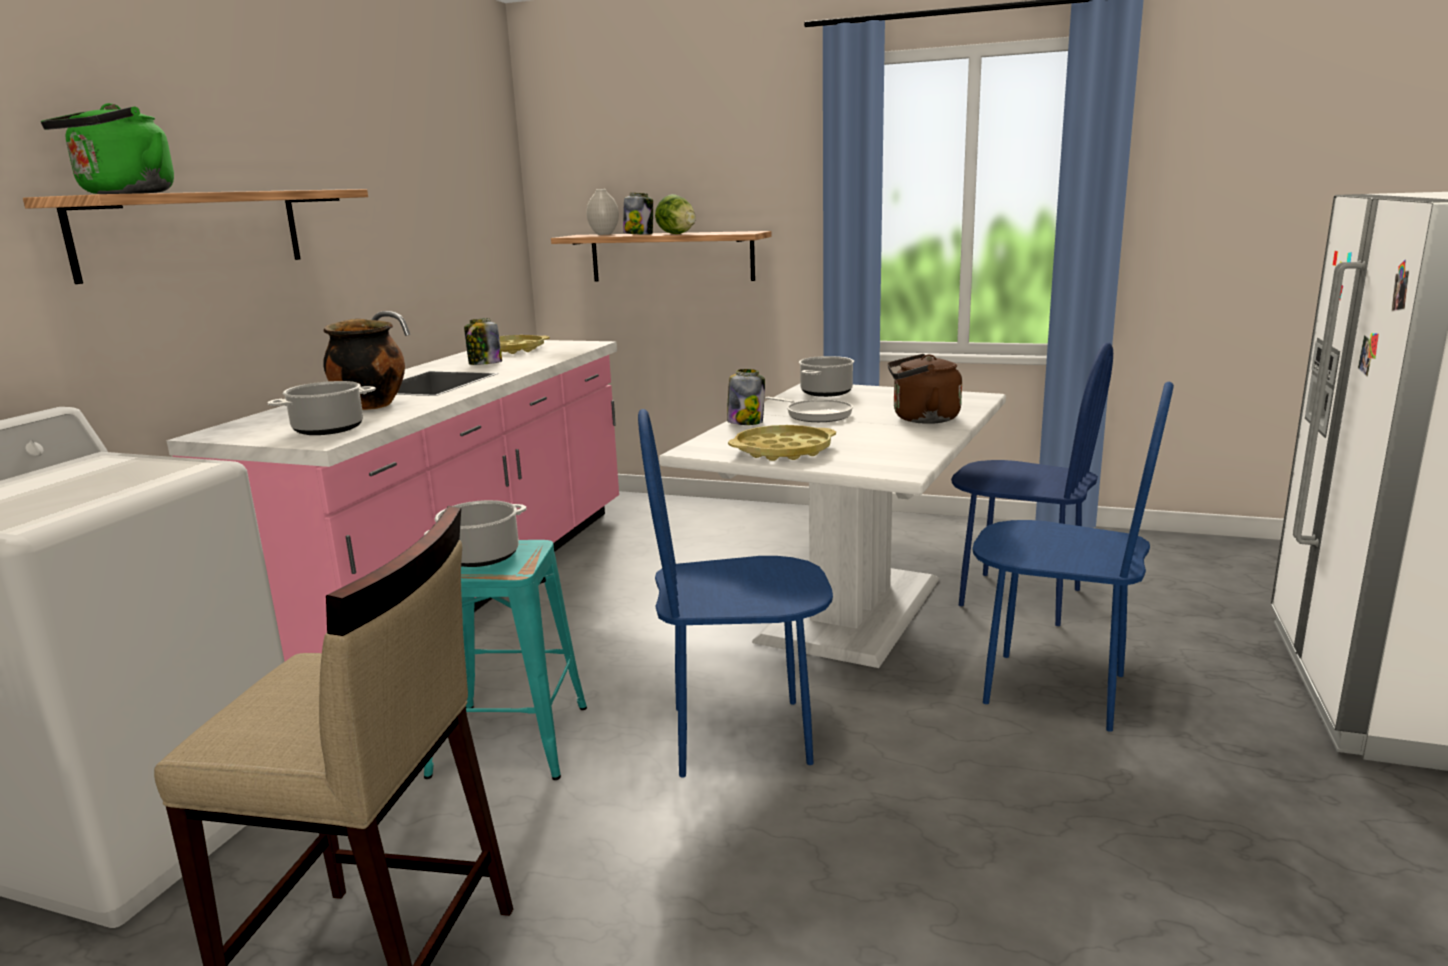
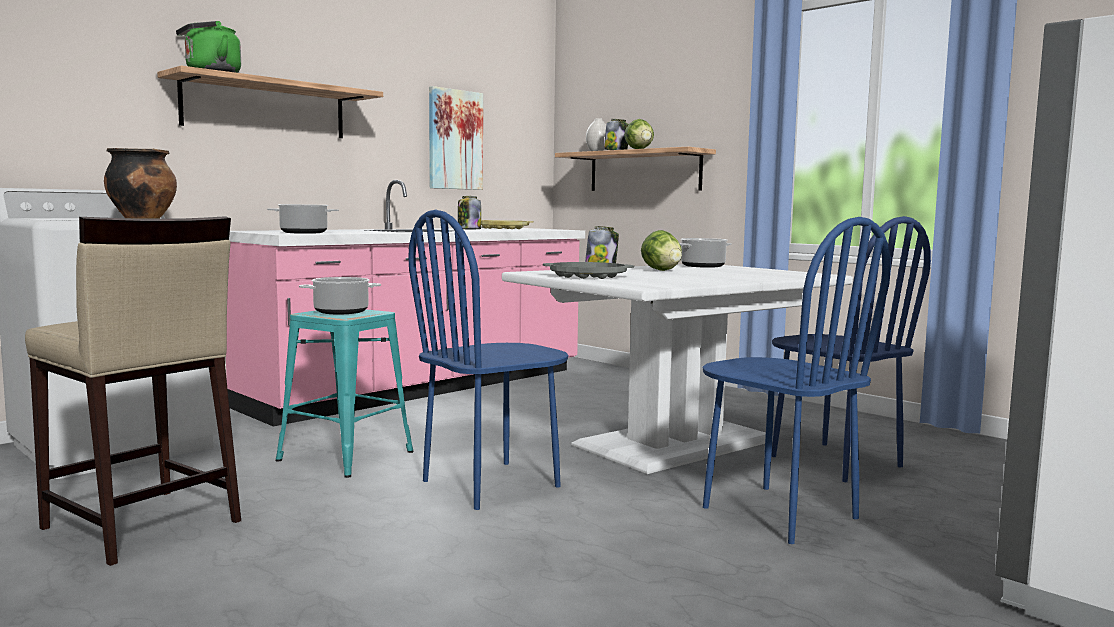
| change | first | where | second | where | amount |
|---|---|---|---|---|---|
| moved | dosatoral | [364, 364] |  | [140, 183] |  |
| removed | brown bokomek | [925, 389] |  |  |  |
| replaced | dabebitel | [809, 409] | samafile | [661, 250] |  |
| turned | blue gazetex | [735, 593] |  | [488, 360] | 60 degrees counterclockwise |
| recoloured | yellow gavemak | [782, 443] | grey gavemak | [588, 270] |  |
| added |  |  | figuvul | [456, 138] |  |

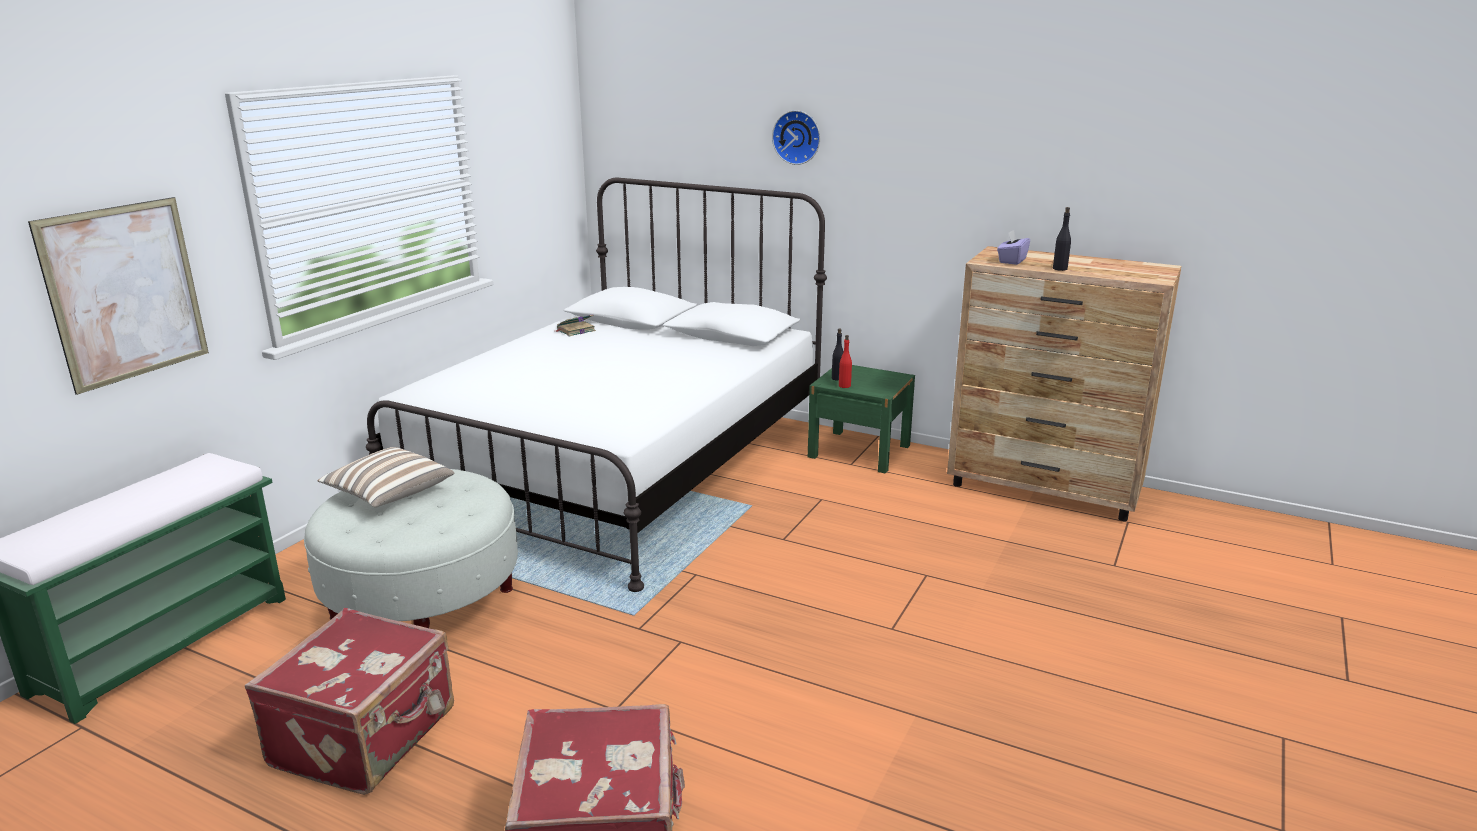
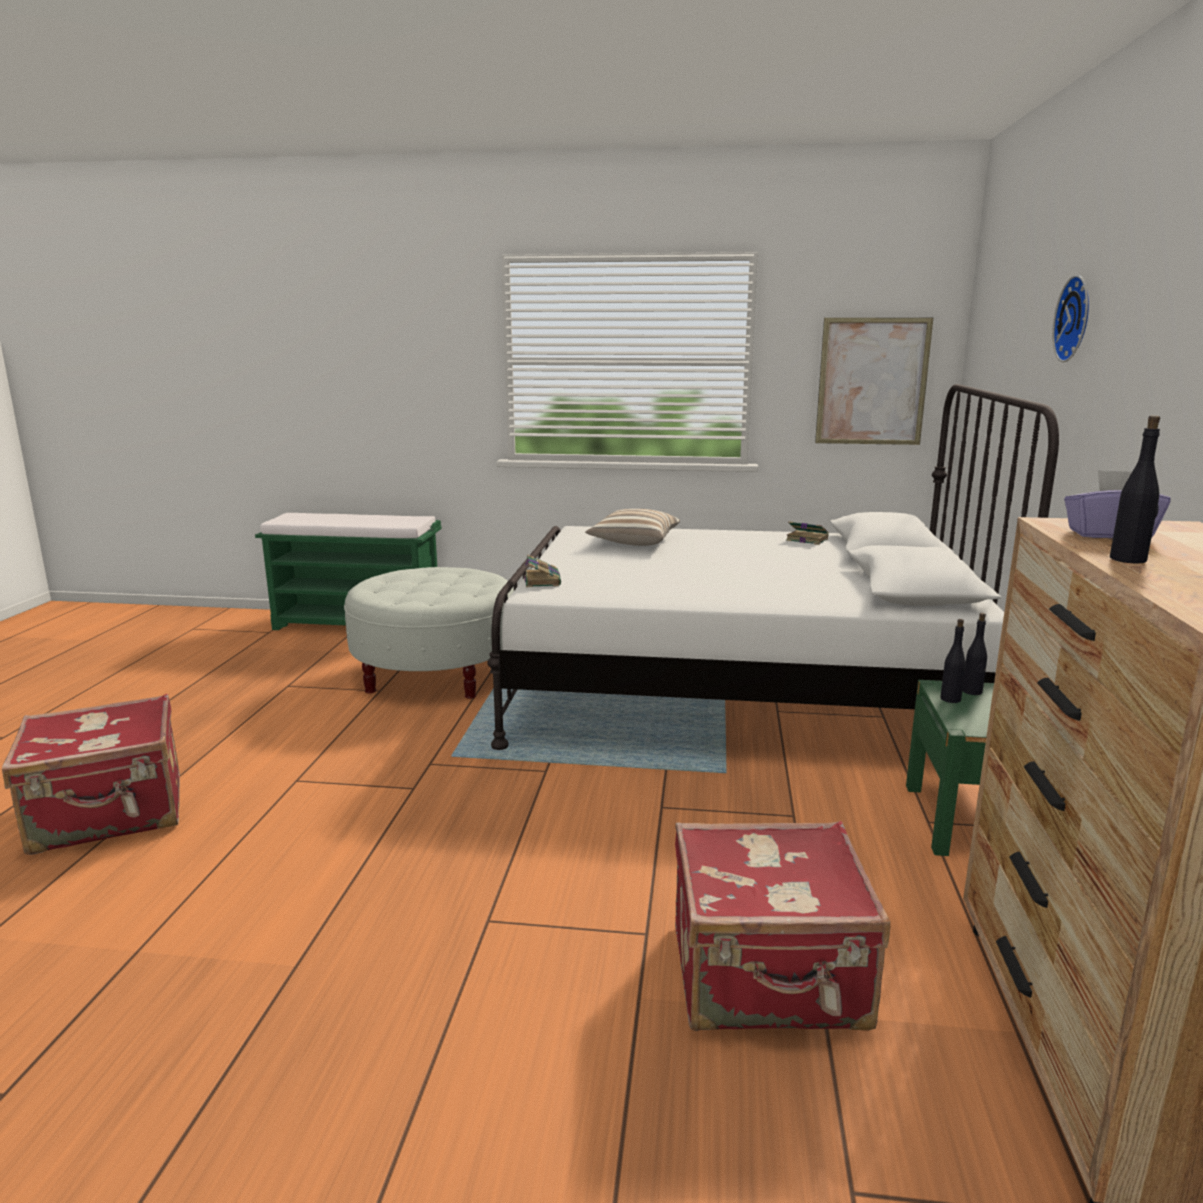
| change | first | where | second | where | amount |
|---|---|---|---|---|---|
| moved | figuvul | [118, 296] |  | [874, 381] |  |
| recoloured | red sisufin | [845, 361] | black sisufin | [953, 661] |  |
| moved | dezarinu | [385, 477] |  | [632, 527] |  |
| moved | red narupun | [349, 701] |  | [782, 926] |  |
| added |  |  | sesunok | [542, 571] |  |

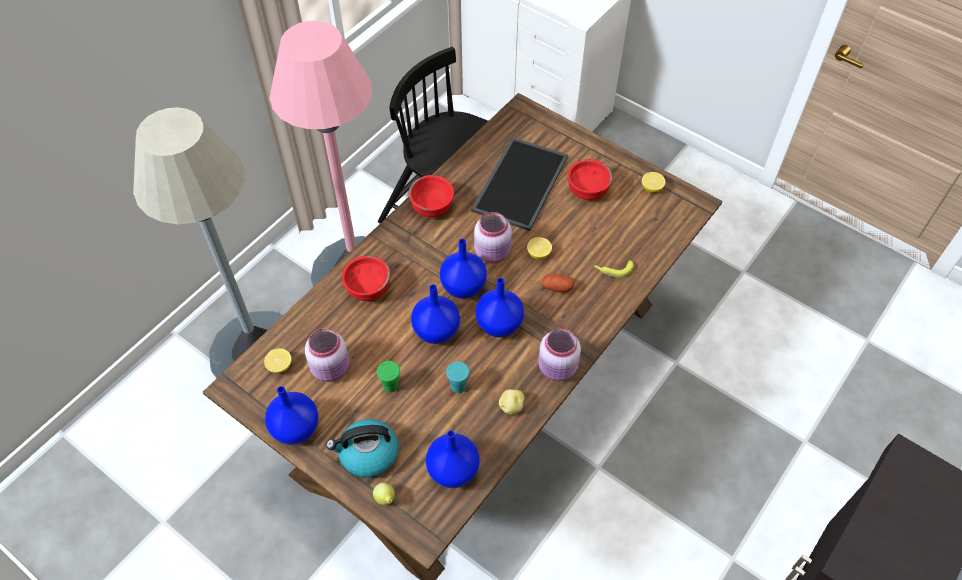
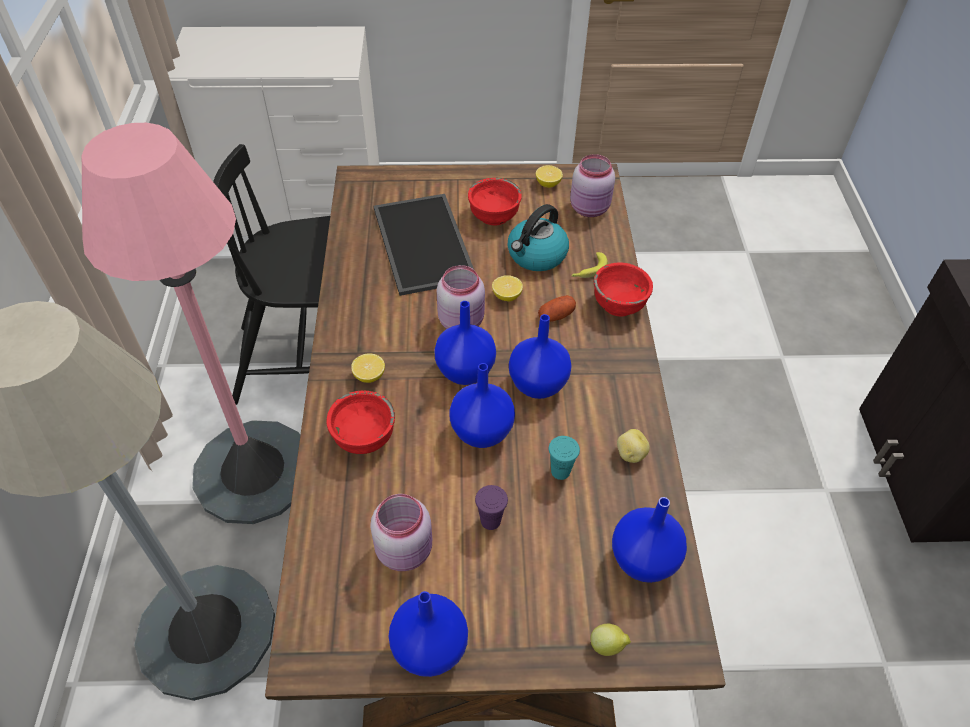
| change | first | where | second | where | amount |
|---|---|---|---|---|---|
| moved | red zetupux | [431, 196] |  | [623, 289] |  |
| moved | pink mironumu | [559, 355] |  | [592, 185] |  |
| moved | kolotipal | [278, 360] |  | [368, 368] |  |
| recoloured | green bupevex | [388, 377] | purple bupevex | [491, 507] |  |
| moved | bokomek | [362, 448] |  | [538, 237] |  |

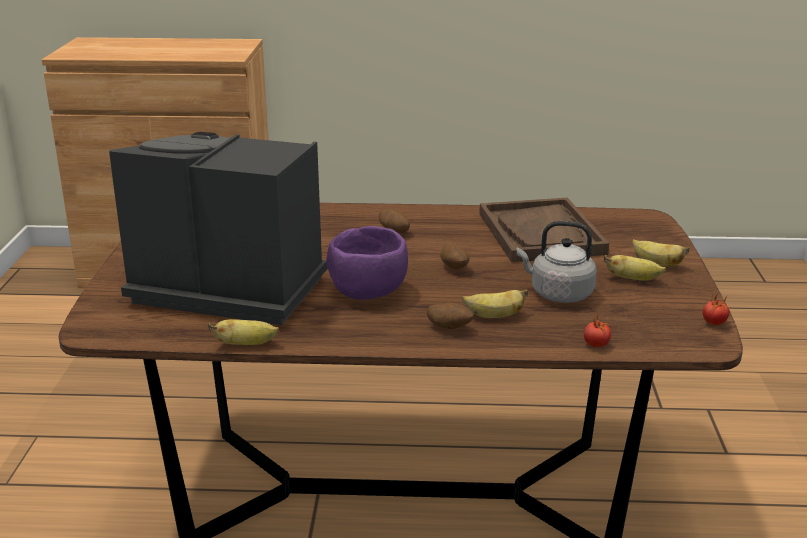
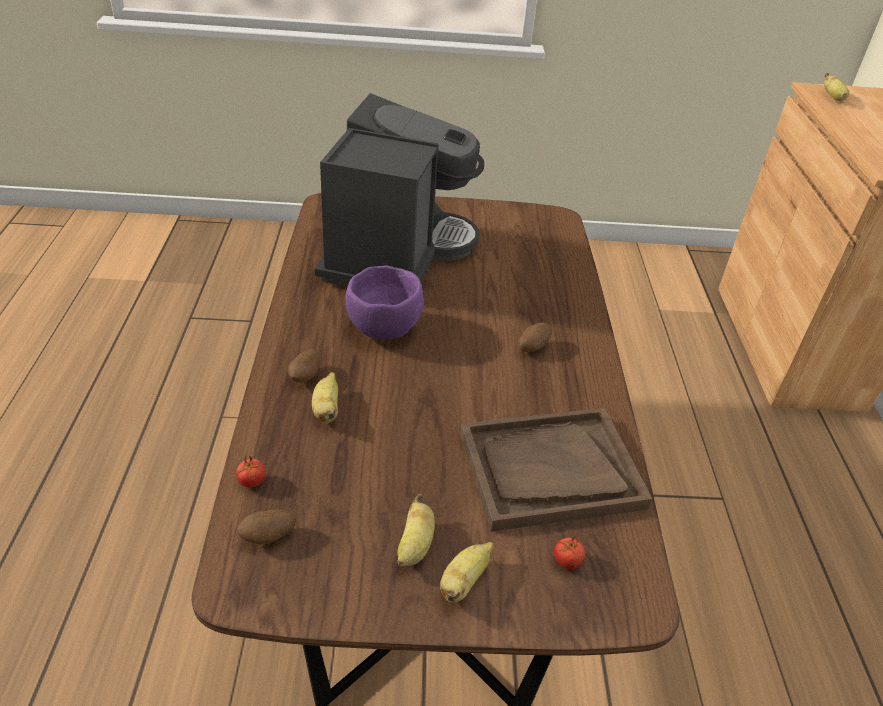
| change | first | where | second | where | amount |
|---|---|---|---|---|---|
| removed | grey bokomek | [557, 262] |  |  |  |
| moved | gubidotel | [454, 256] |  | [266, 527] |  |
| moved | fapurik | [716, 309] |  | [569, 551] |  |
| moved | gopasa | [243, 332] |  | [836, 87] |  |

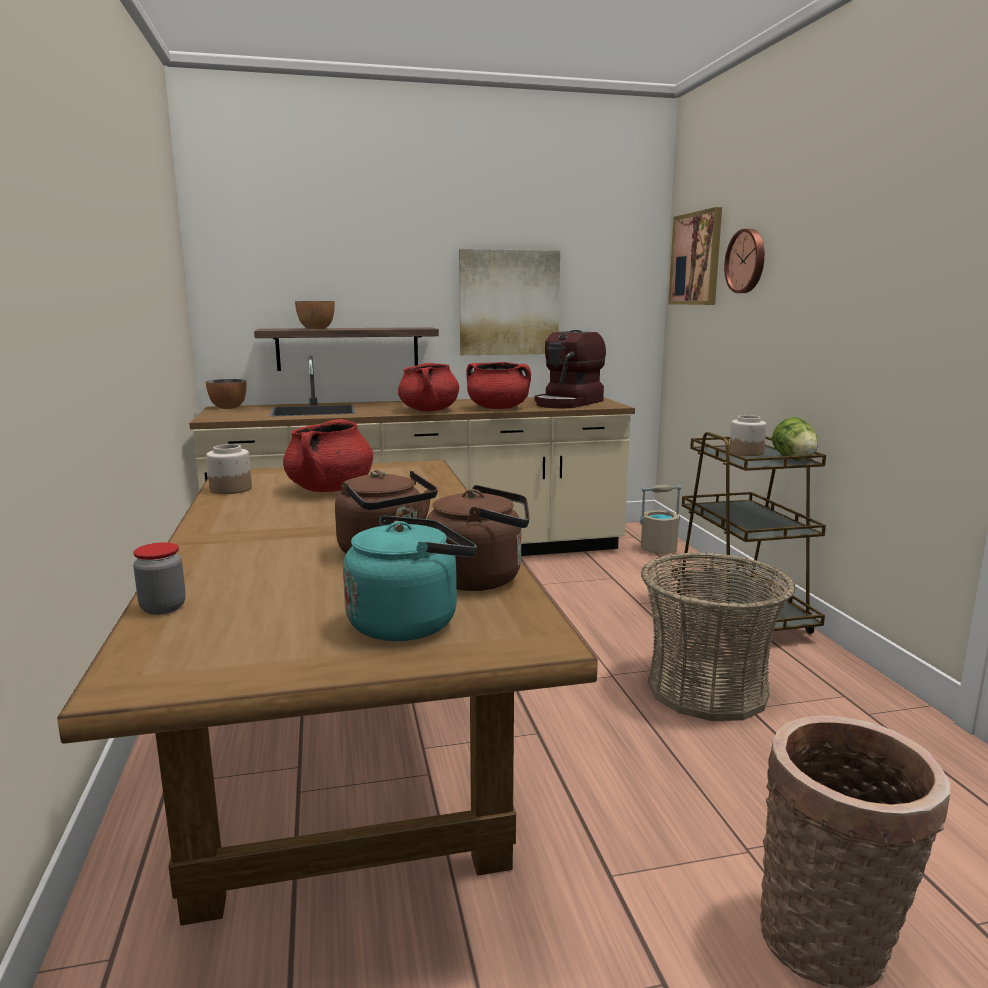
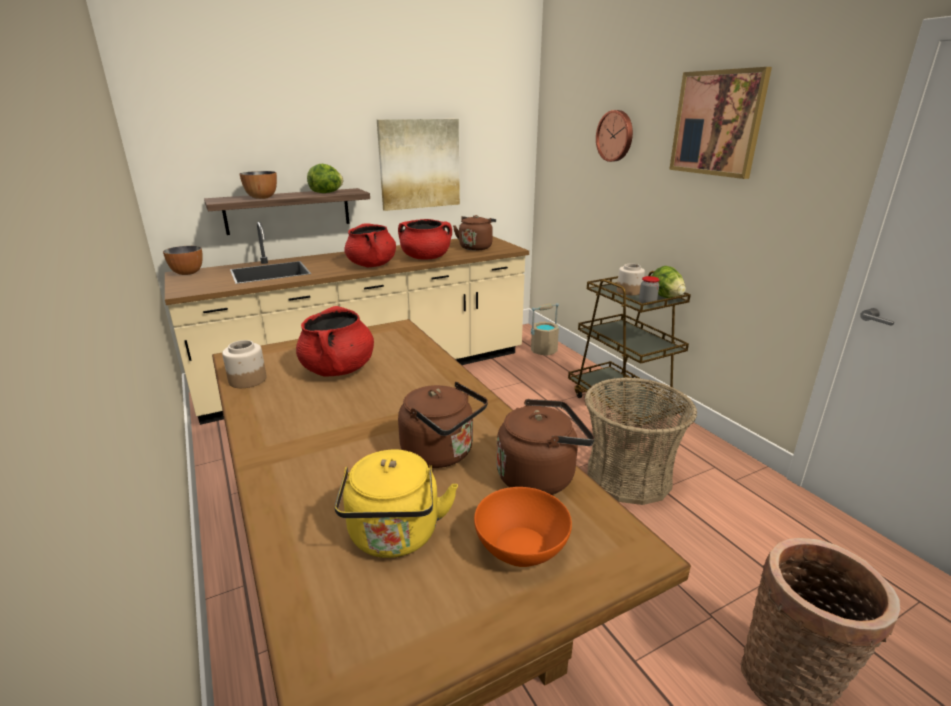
| change | first | where | second | where | amount |
|---|---|---|---|---|---|
| moved | figuvul | [695, 256] |  | [720, 123] |  |
| replaced | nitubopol | [570, 369] | brown bokomek | [474, 232] |  |
| replaced | turquoise bokomek | [410, 578] | orange zetupux | [523, 527] |  |
| moved | mironumu | [159, 578] |  | [649, 290] |  |
| added |  |  | samafile | [325, 178] |  |
| added |  |  | yellow bokomek | [396, 504] |  |

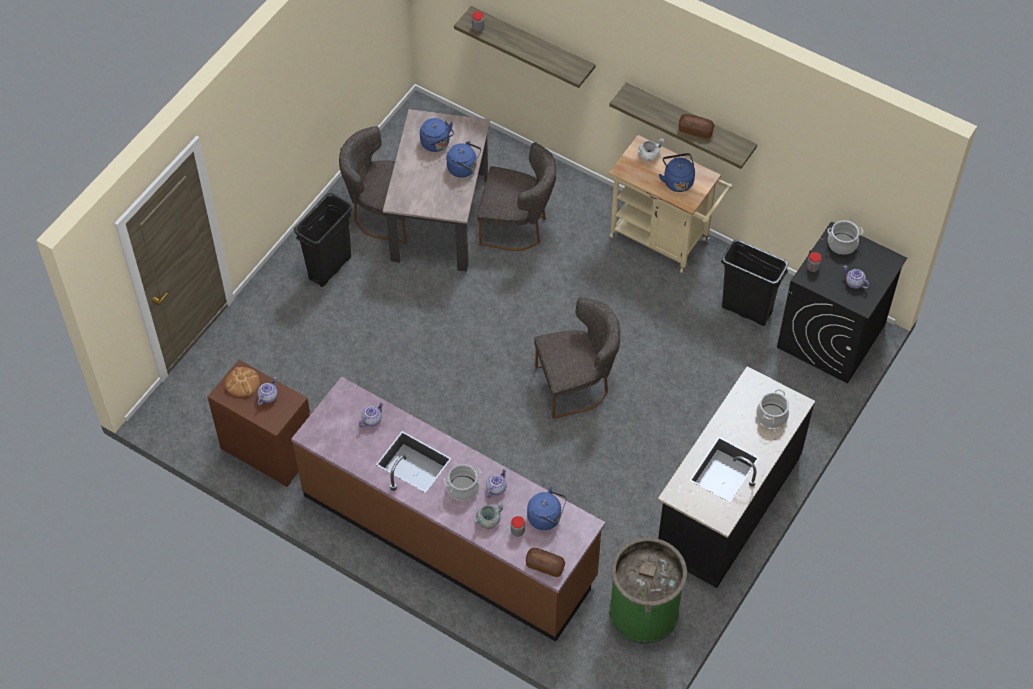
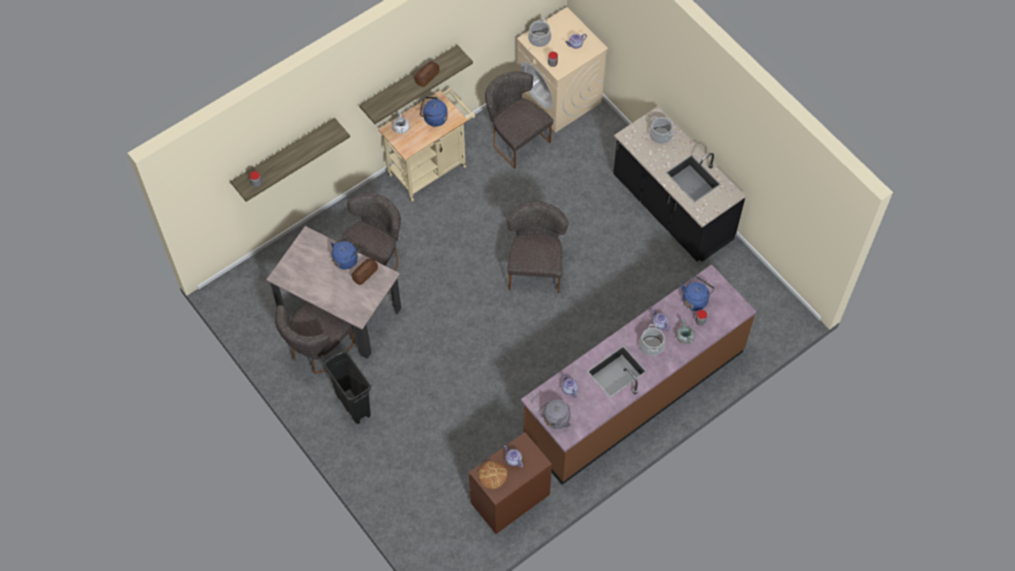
| change | first | where | second | where | amount |
|---|---|---|---|---|---|
| removed | blue bokomek | [437, 135] |  |  |  |
| recoloured | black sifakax | [842, 302] | beige sifakax | [562, 70] |  |
| replaced | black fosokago | [754, 282] | grey gazetex | [519, 119] |  |
| removed | green fosokago | [648, 590] |  |  |  |
| moved | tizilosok | [545, 562] |  | [364, 272] |  |
| added |  |  | grey bokomek | [555, 414] |  |

